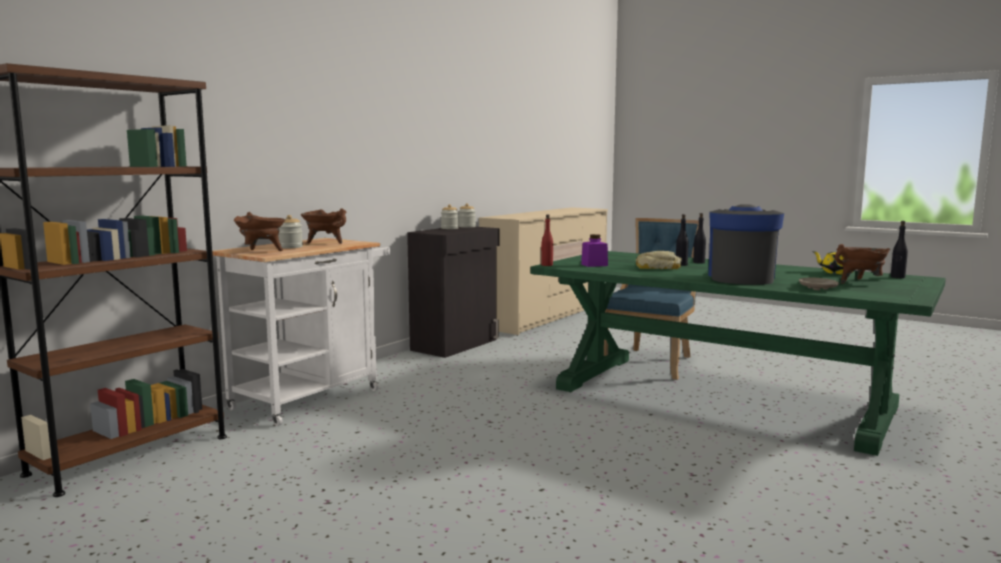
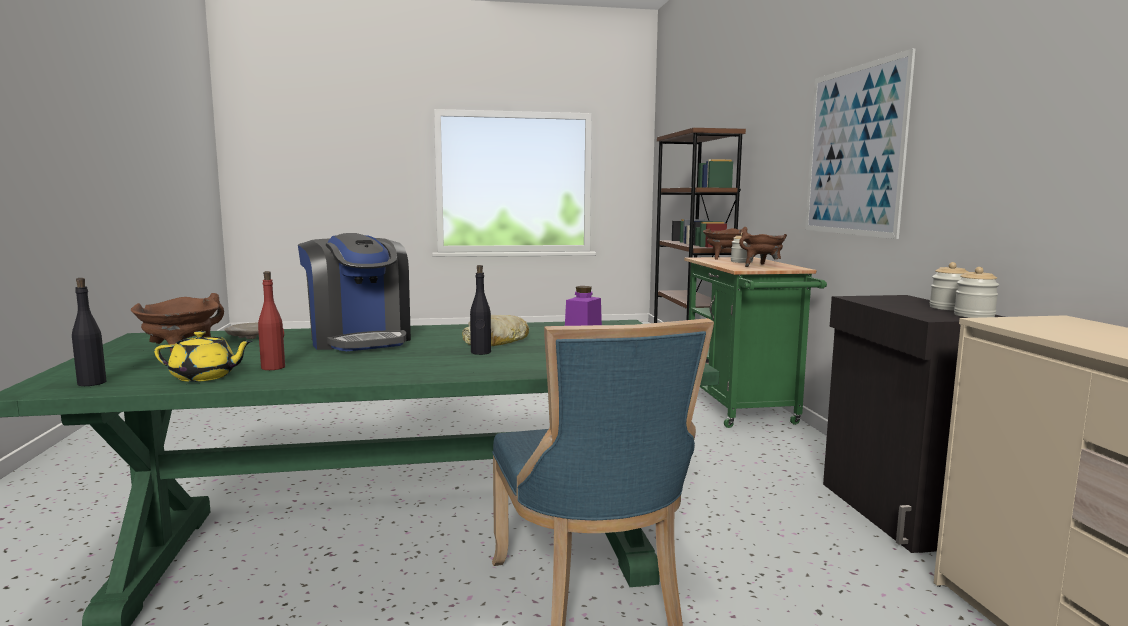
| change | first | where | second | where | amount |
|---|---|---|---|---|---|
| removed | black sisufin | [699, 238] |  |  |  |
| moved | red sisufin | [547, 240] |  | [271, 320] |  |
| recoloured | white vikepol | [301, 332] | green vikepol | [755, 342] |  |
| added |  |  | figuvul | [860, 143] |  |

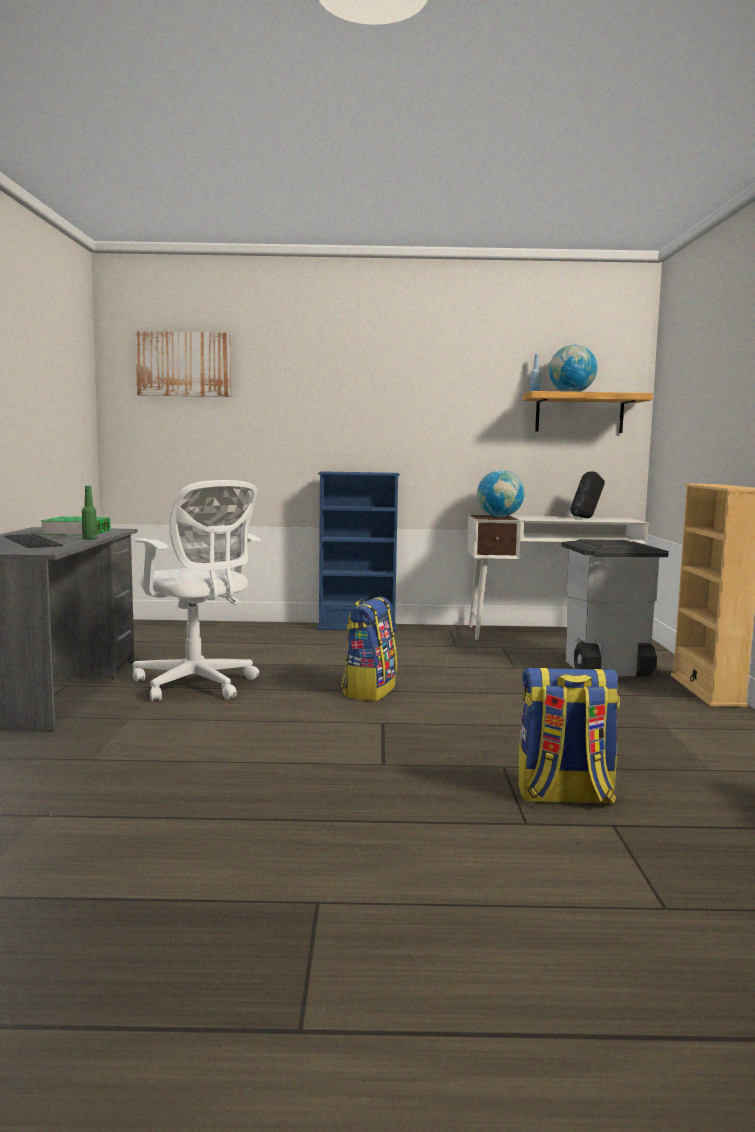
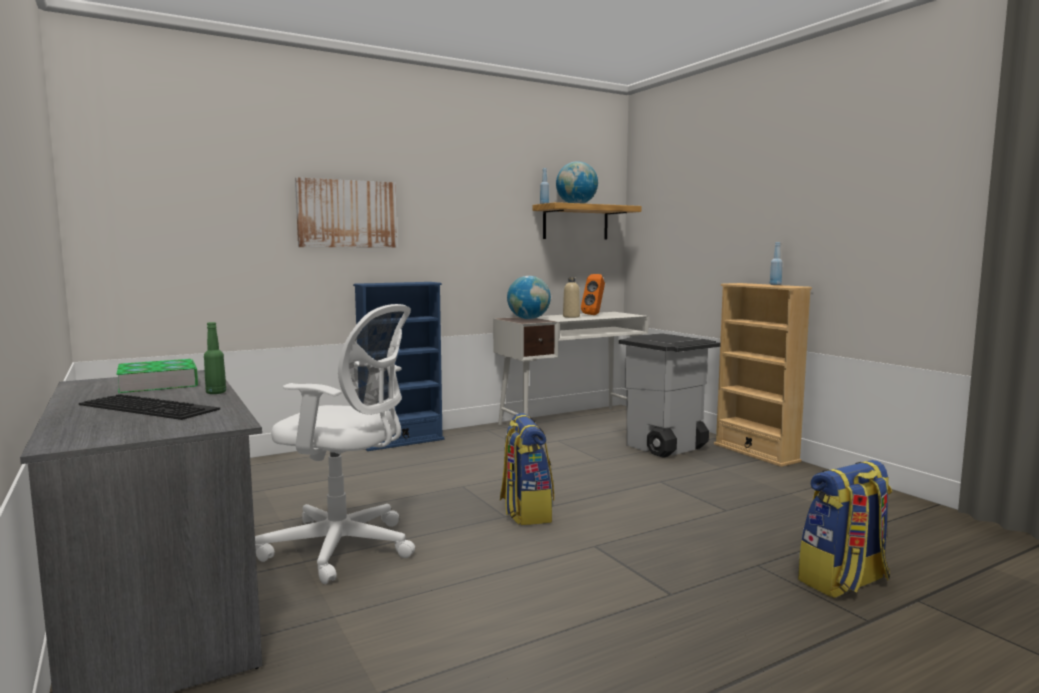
| change | first | where | second | where | amount |
|---|---|---|---|---|---|
| moved | figuvul | [183, 364] |  | [346, 212] |  |
| recoloured | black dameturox | [587, 495] | orange dameturox | [593, 294] |  |
| added |  |  | blue sisufin | [776, 263] |  |
| added |  |  | beige sisufin | [571, 297] |  |

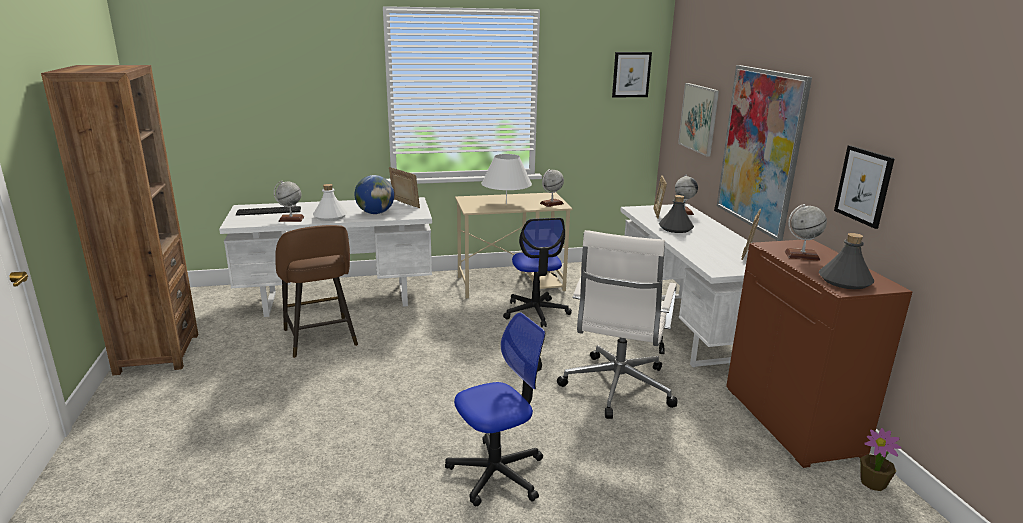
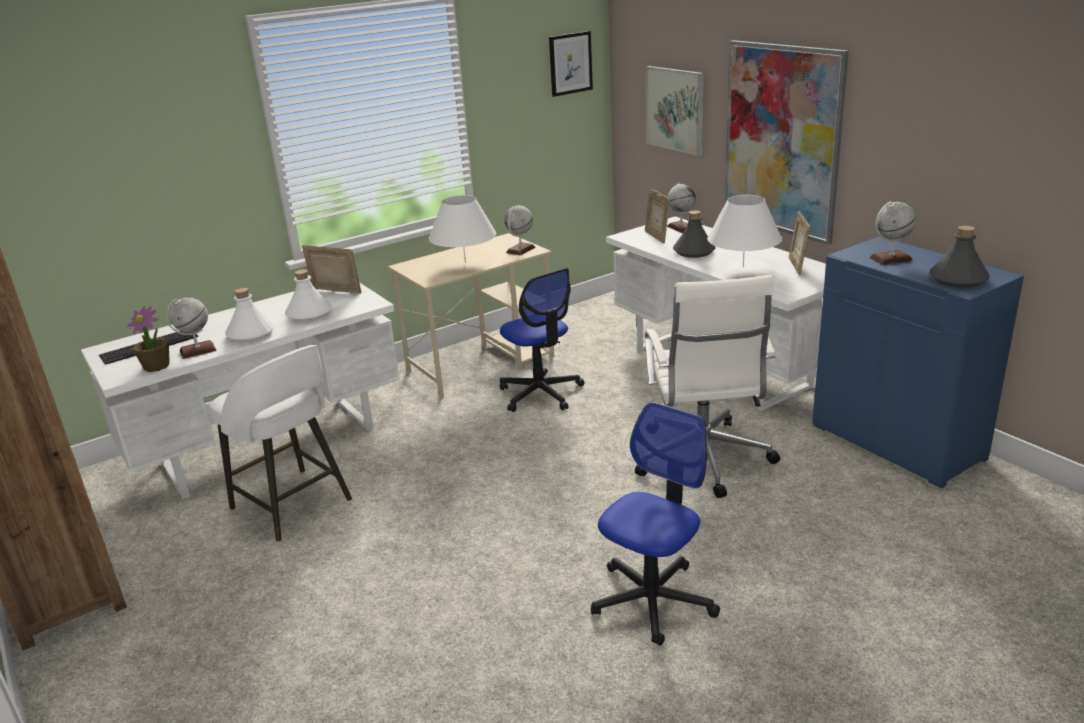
| change | first | where | second | where | amount |
|---|---|---|---|---|---|
| removed | figuvul | [864, 187] |  |  |  |
| replaced | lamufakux | [374, 194] | white sisufin | [308, 295] |  |
| recoloured | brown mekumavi | [316, 291] | white mekumavi | [280, 443] |  |
| recoloured | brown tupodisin | [819, 354] | blue tupodisin | [918, 362] |  |
| moved | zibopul | [880, 459] |  | [148, 339] |  |
| added |  |  | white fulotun | [744, 231] |  |

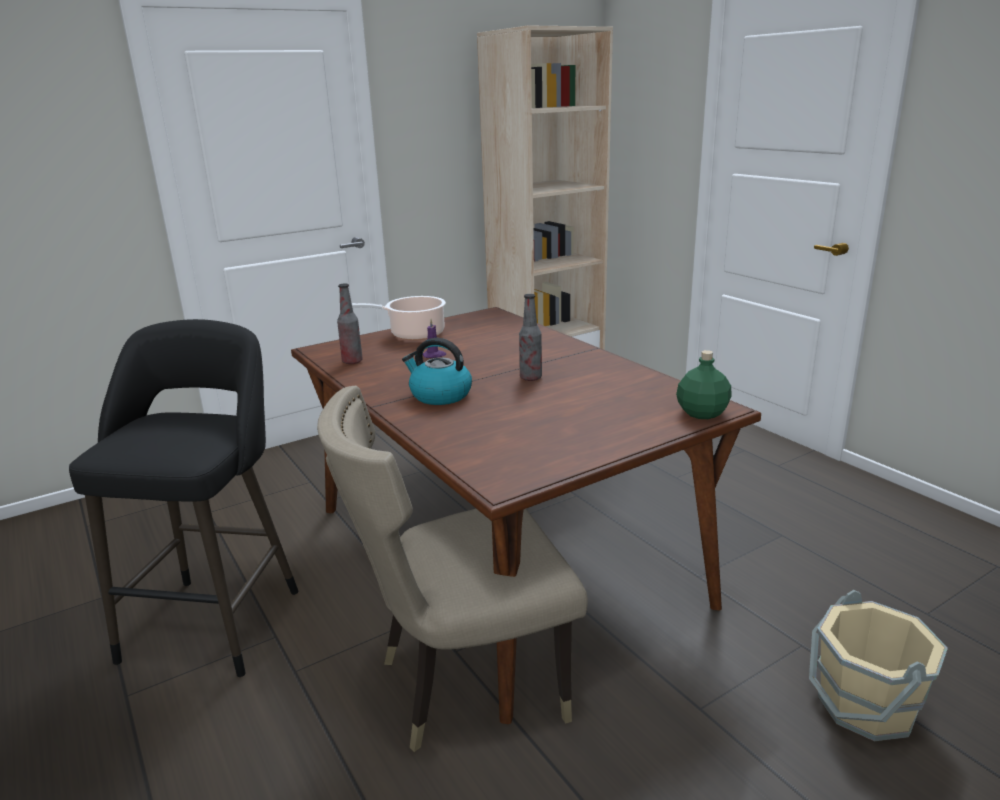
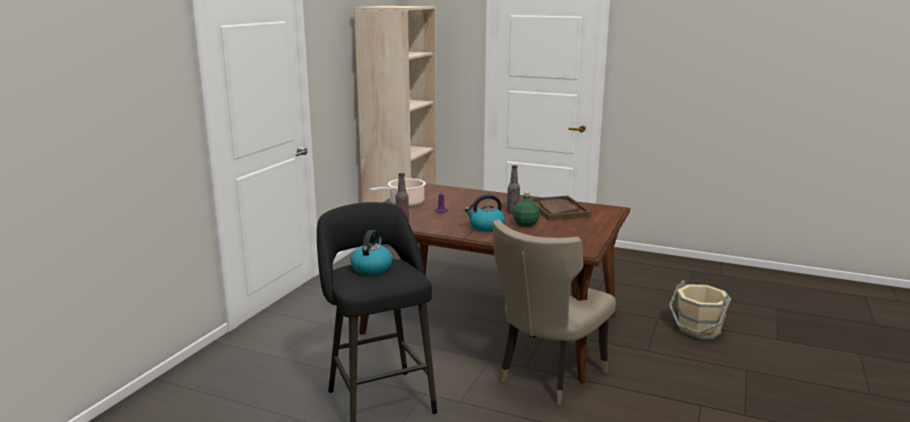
| change | first | where | second | where | amount |
|---|---|---|---|---|---|
| moved | green sisufin | [704, 384] |  | [526, 209] |  |
| added |  |  | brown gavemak | [560, 208] |  |
| added |  |  | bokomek | [371, 252] |  |

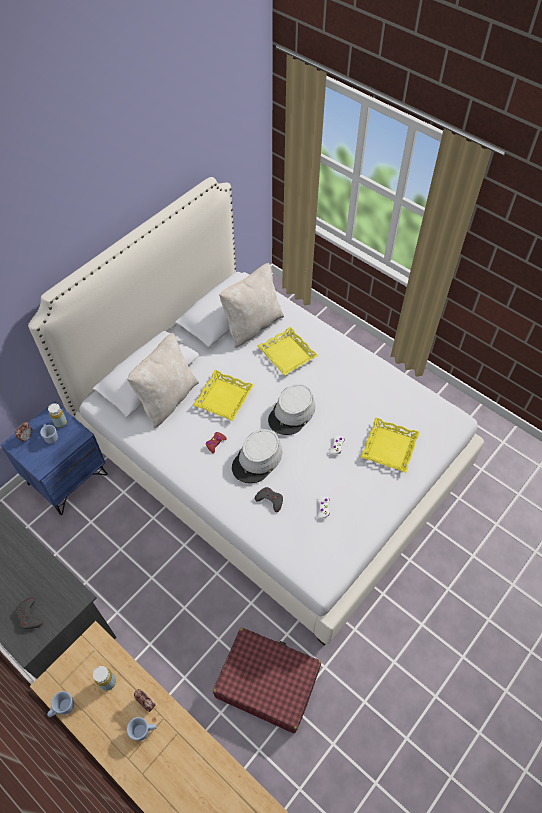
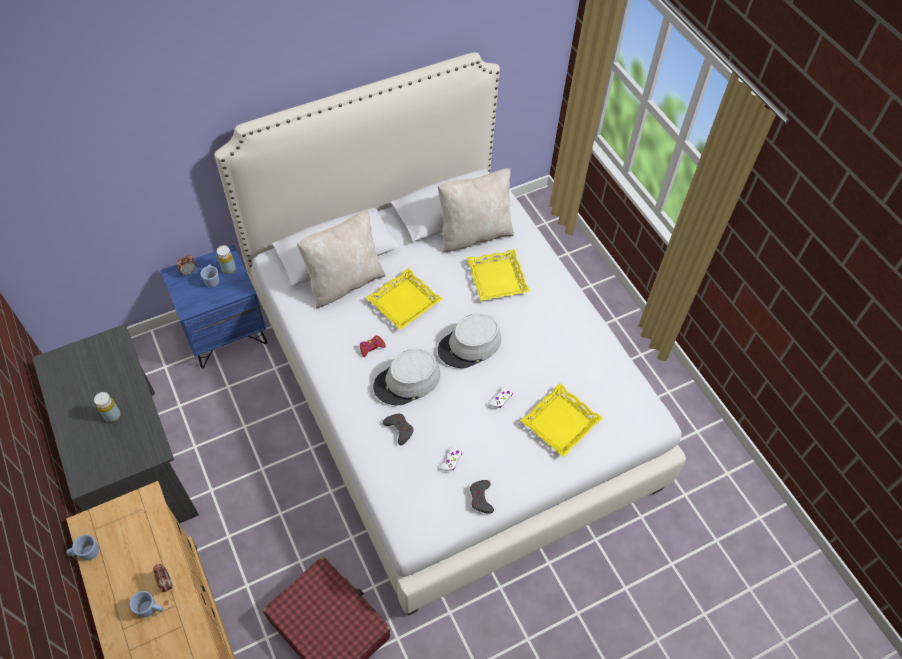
| change | first | where | second | where | amount |
|---|---|---|---|---|---|
| moved | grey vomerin | [29, 613] |  | [482, 497] |  |
| moved | yellow sisufin | [104, 678] |  | [107, 407] |  |

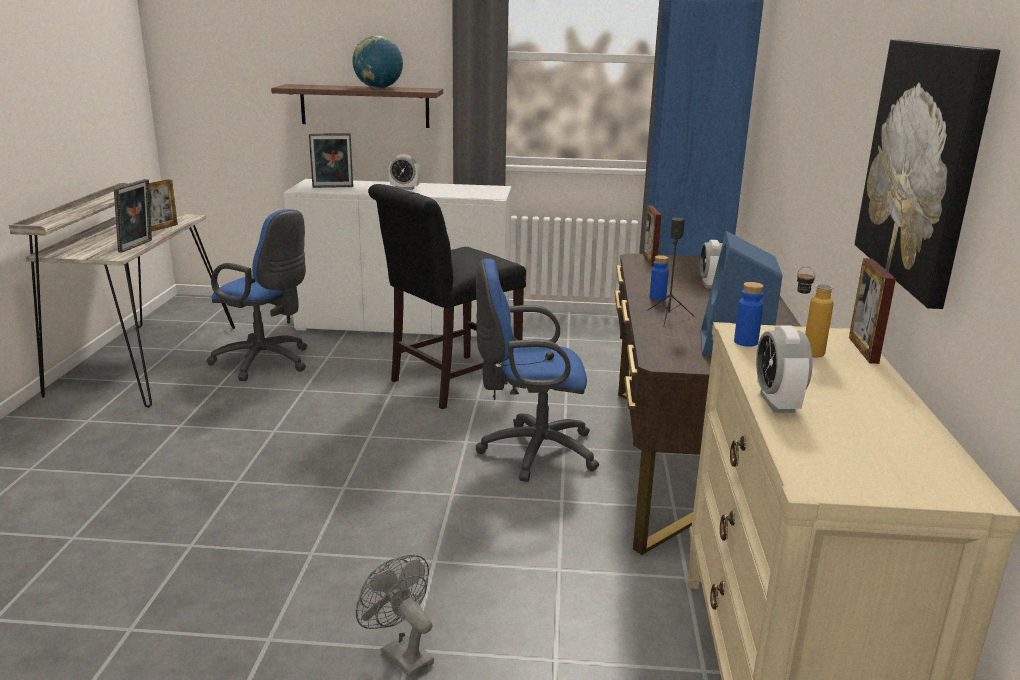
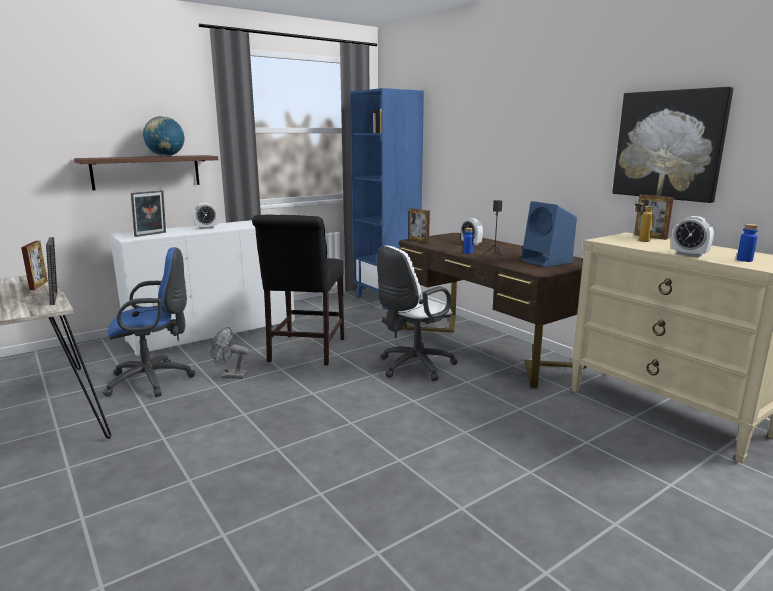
| change | first | where | second | where | amount |
|---|---|---|---|---|---|
| recoloured | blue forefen | [537, 370] | white forefen | [417, 313] |  |
| moved | blue sisufin | [749, 314] |  | [747, 243] |  |
| moved | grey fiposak | [395, 616] |  | [230, 353] |  |

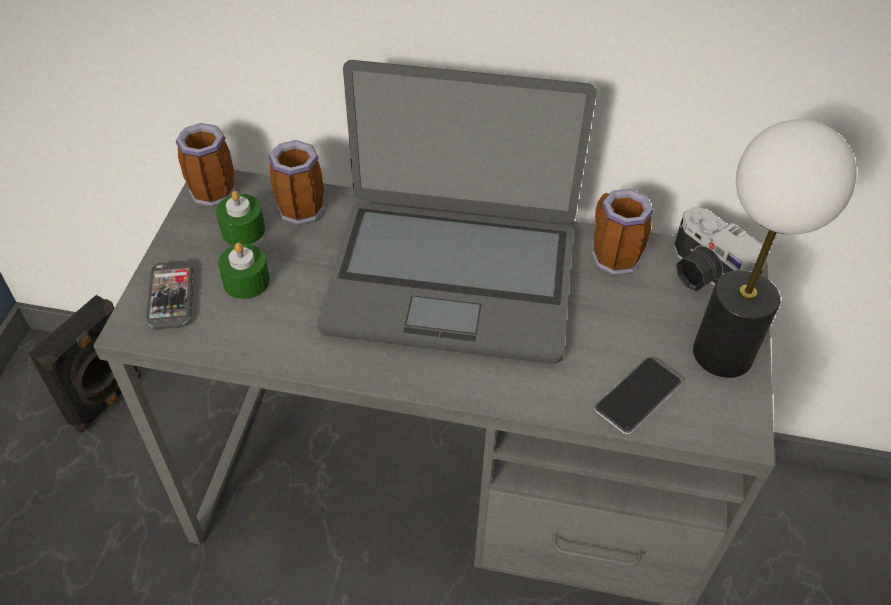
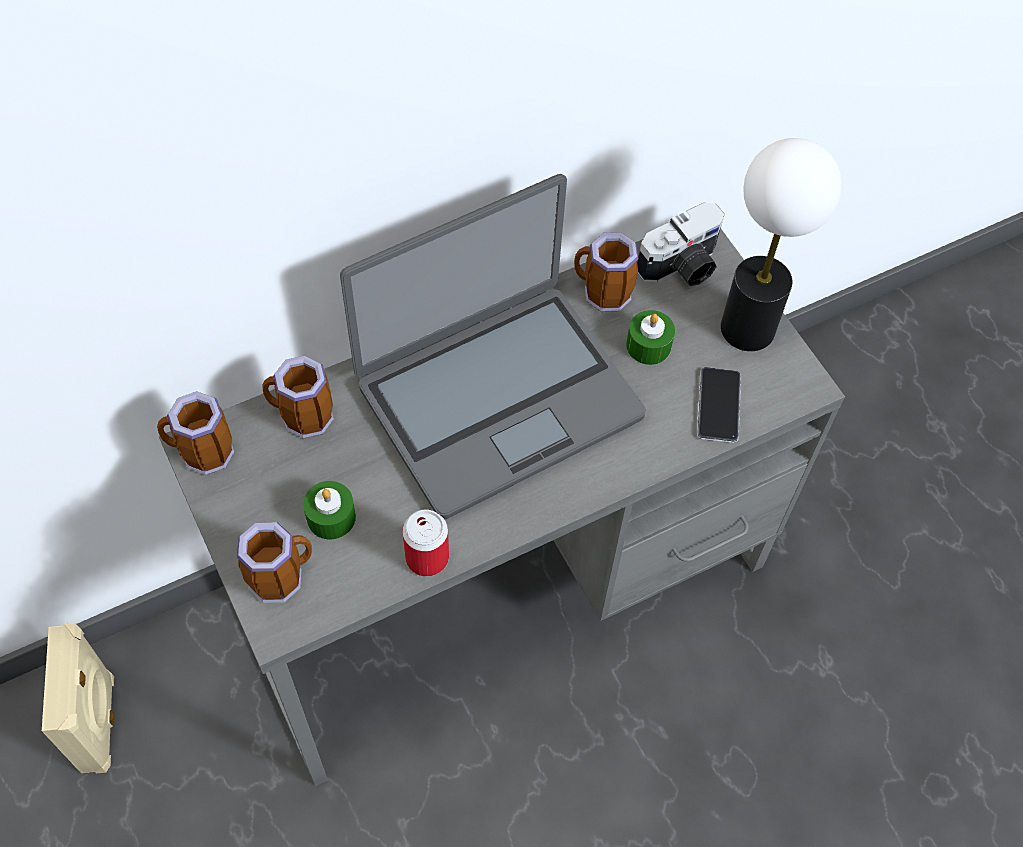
| change | first | where | second | where | amount |
|---|---|---|---|---|---|
| moved | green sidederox | [240, 218] |  | [650, 337] |  |
| turned | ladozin | [721, 248] |  | [681, 244] | 45 degrees counterclockwise |
| replaced | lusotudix | [170, 295] | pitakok | [274, 562] |  |
| recoloured | black dameturox | [85, 364] | beige dameturox | [78, 698] |  |
| added |  |  | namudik | [426, 542] |  |

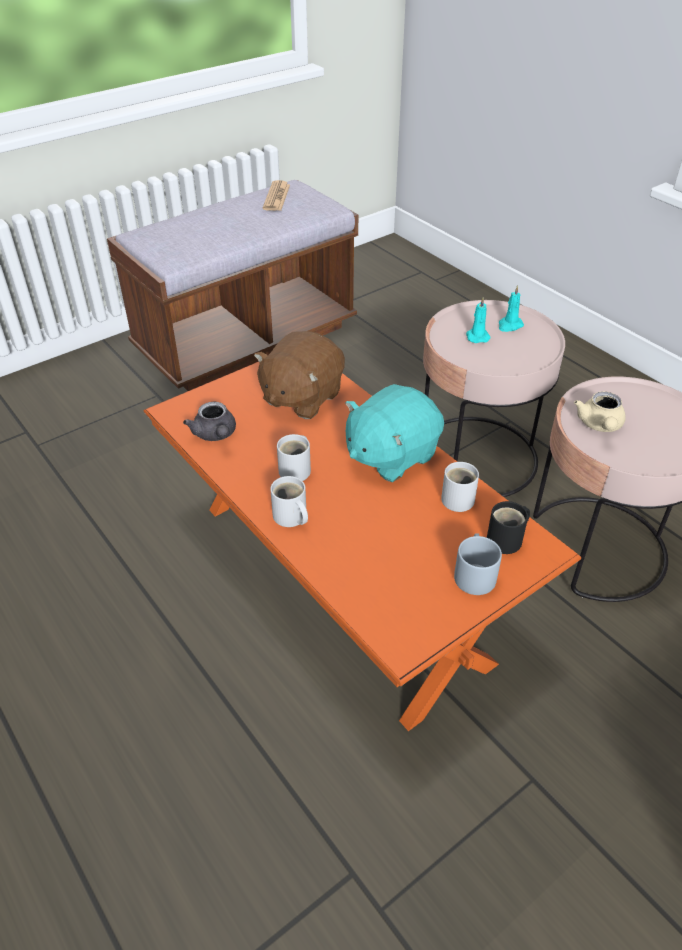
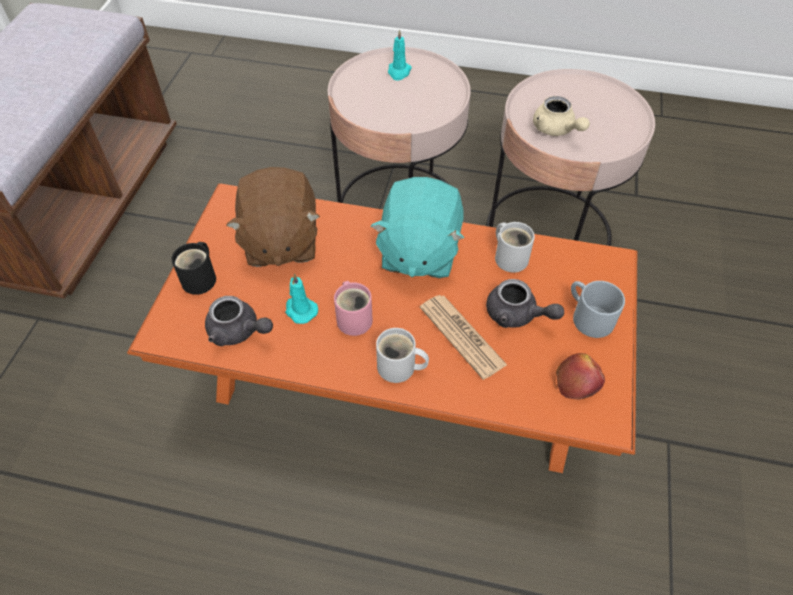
| change | first | where | second | where | amount |
|---|---|---|---|---|---|
| moved | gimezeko | [276, 195] |  | [463, 337] |  |
| moved | turquoise sidederox | [478, 320] |  | [301, 299] |  |
| recoloured | white pitakok | [294, 457] | pink pitakok | [353, 308] |  |
| moved | black pitakok | [508, 527] |  | [194, 268] |  |
| added |  |  | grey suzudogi | [525, 303] |  |
| added |  |  | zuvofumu | [580, 376] |  |

